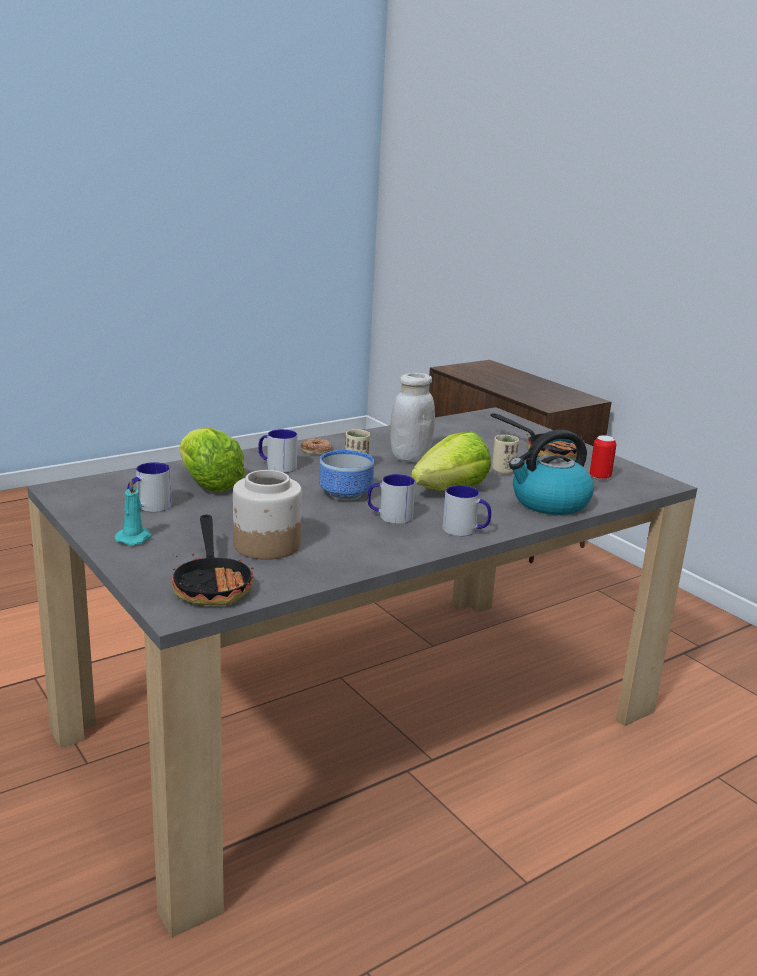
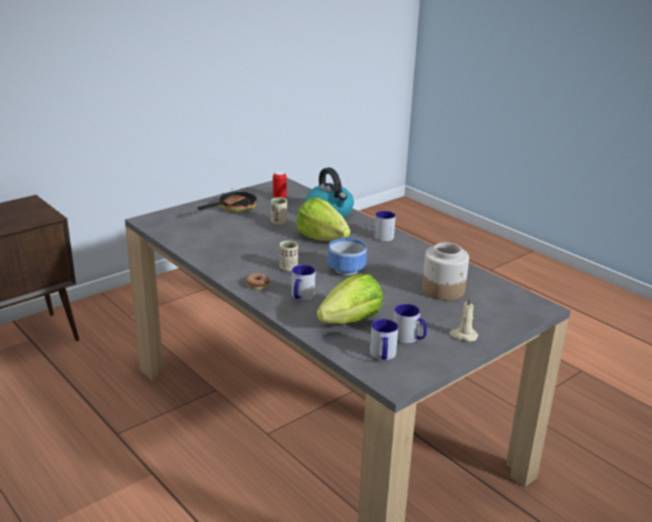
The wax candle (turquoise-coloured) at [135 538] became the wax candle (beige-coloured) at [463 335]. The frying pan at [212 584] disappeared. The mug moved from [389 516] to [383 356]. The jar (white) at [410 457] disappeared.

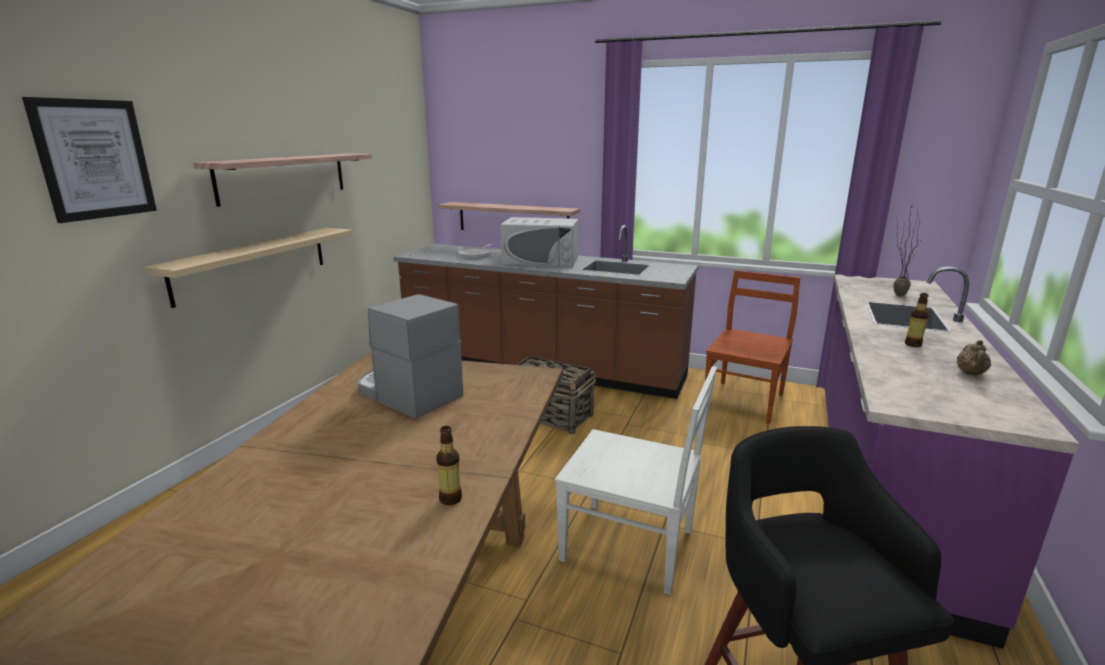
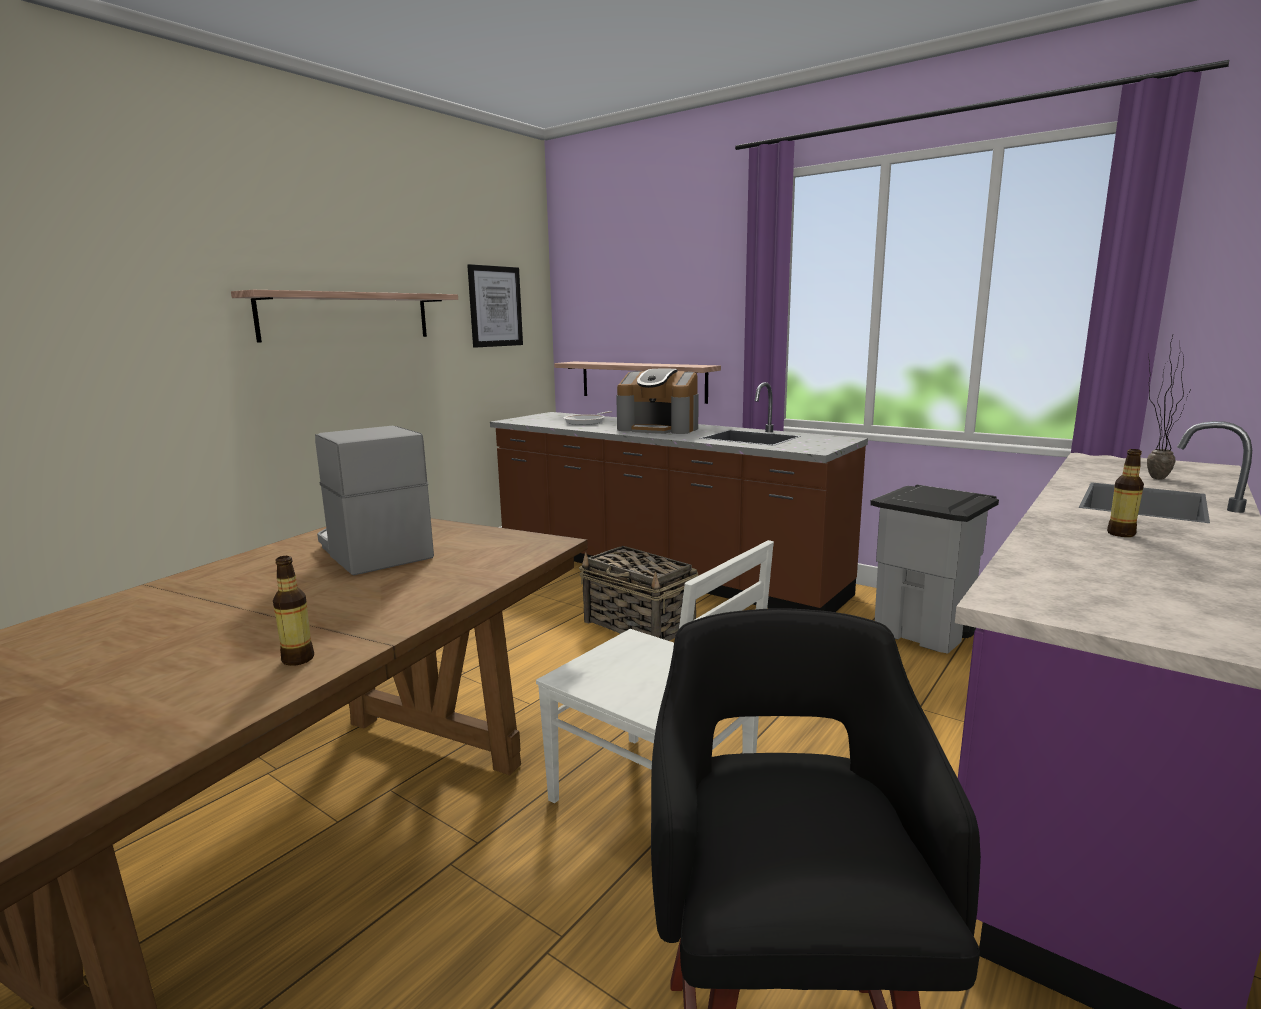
The picture moved from [94 159] to [495 306]. The wall shelf (beige-coloured) at [253 263] disappeared. The microwave (white) at [541 260] was replaced by the coffee brewer at [659 428]. The chair (brown-coloured) at [744 400] was replaced by the waste bin (gray) at [925 632]. The tea pot (beige-coloured) at [970 374] disappeared.

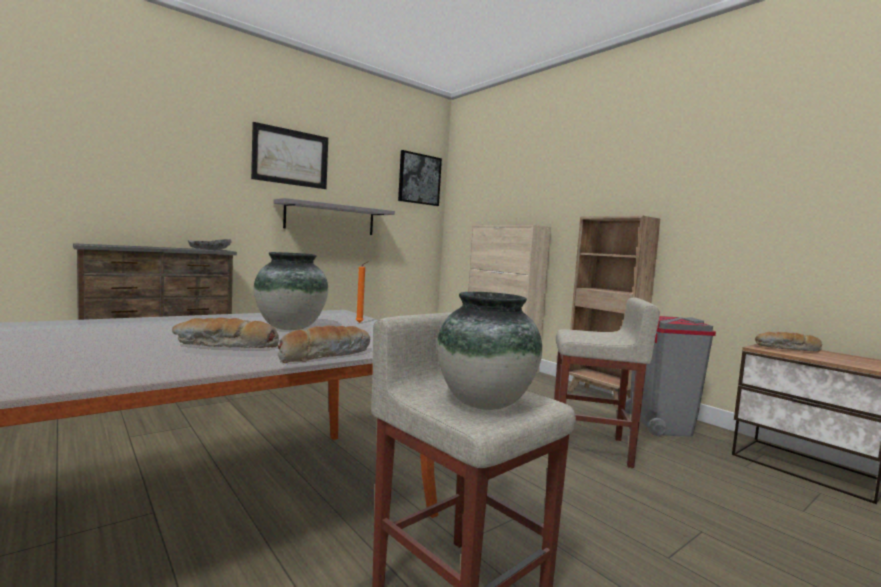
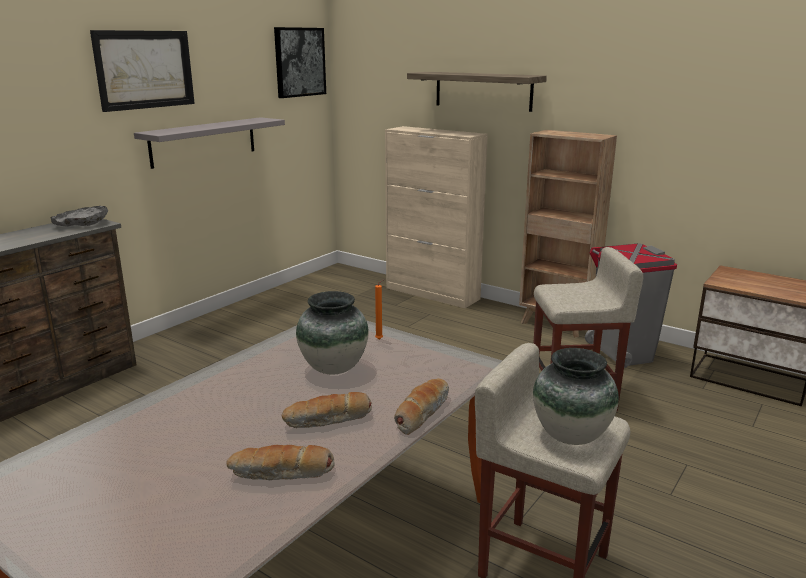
The bread moved from [787 349] to [281 473]. The wall shelf at [483 91] appeared.

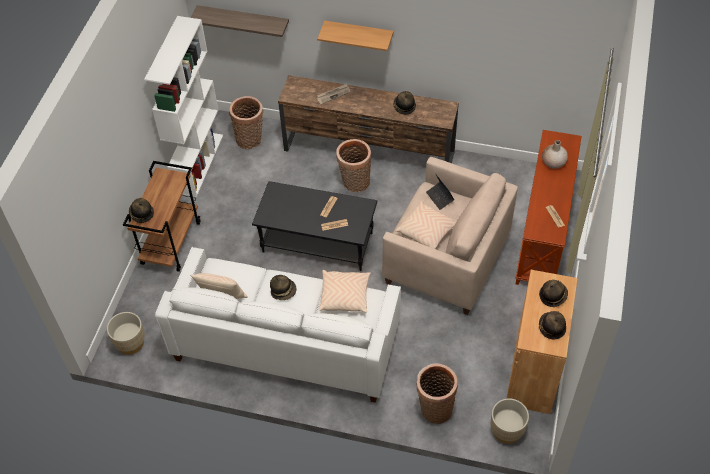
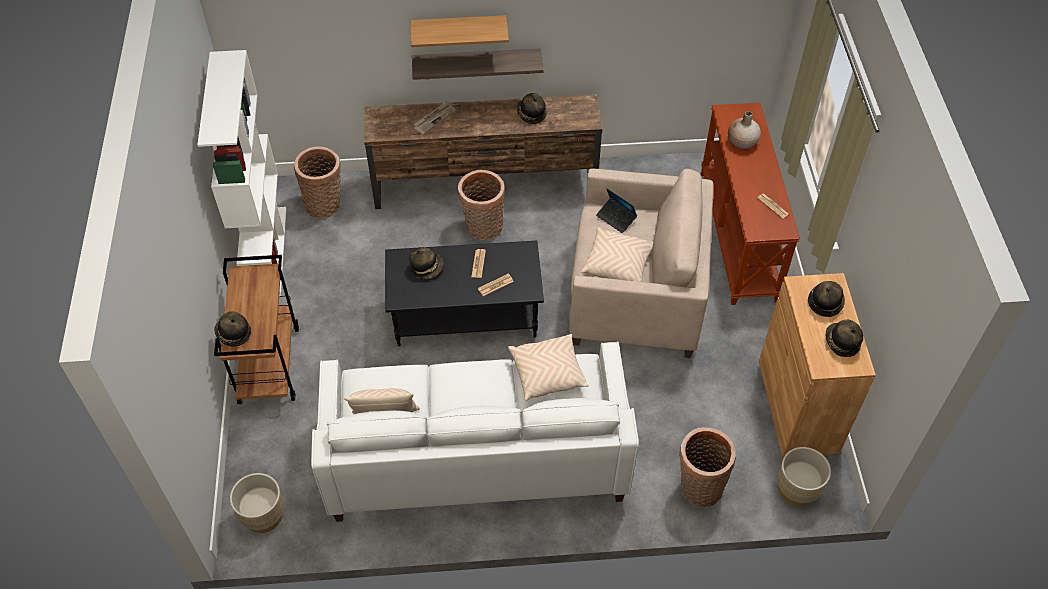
The wall shelf moved from [243 21] to [477 63]. The clothing hat moved from [283 291] to [427 268].

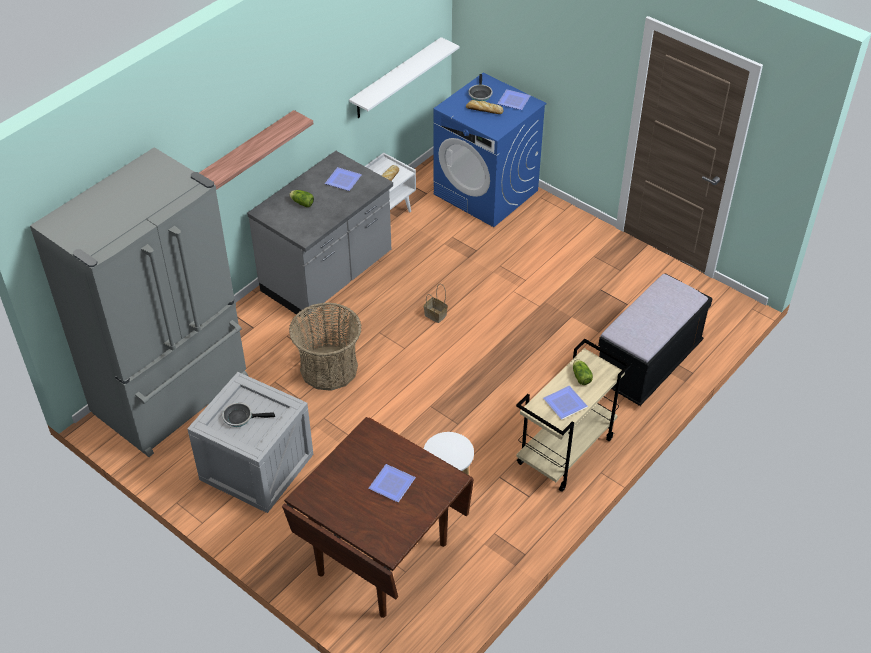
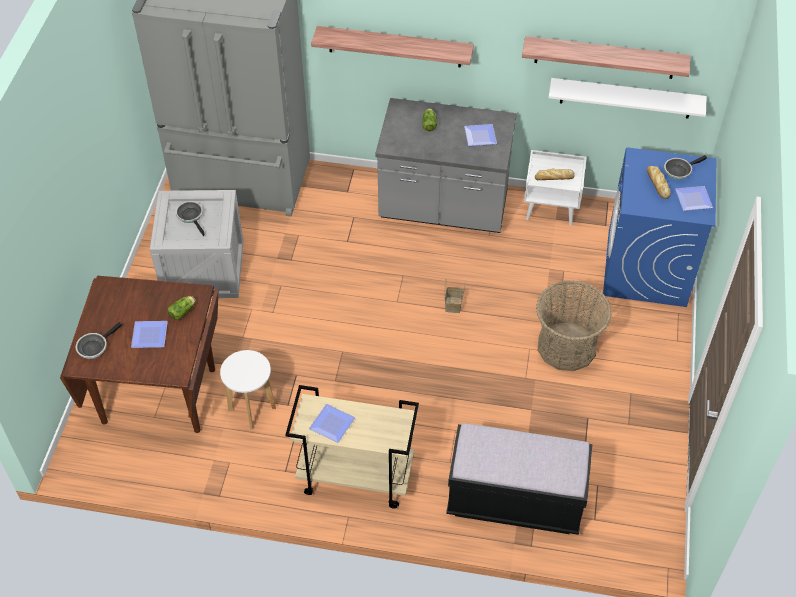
The storage basket moved from [328 368] to [566 346]. The head of lettuce moved from [580 376] to [183 311]. The frying pan at [94 347] appeared. The wall shelf at [605 57] appeared.

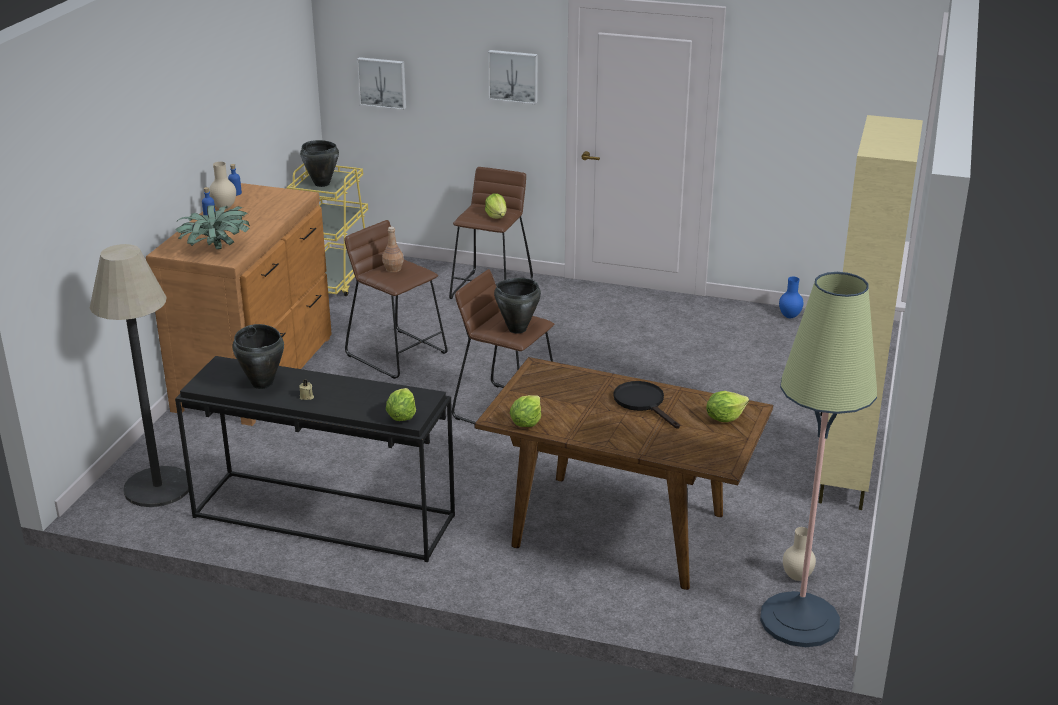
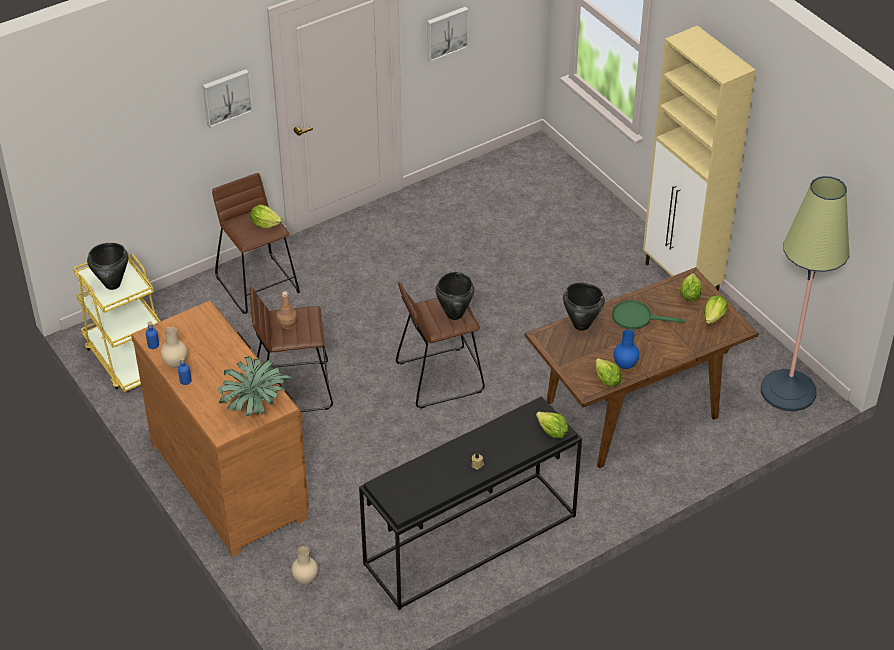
The floor lamp at [158 487] disappeared. The cooking pot (black-coloured) moved from [262 383] to [581 324]. The picture moved from [382 82] to [446 32]. The frying pan (black-coloured) at [643 403] became the frying pan (green-coloured) at [637 318]. The flower vase (blue-coloured) moved from [789 316] to [625 366]. The flower vase (beige-coloured) moved from [796 576] to [305 579]. The head of lettuce at [714 317] appeared.

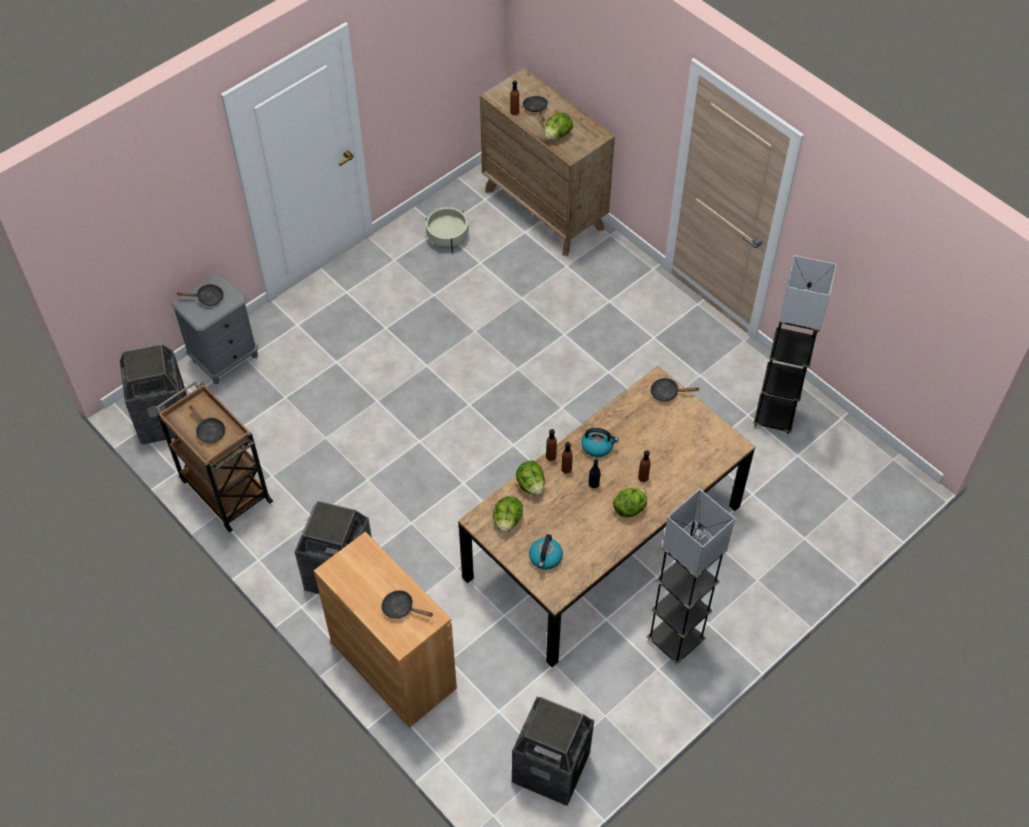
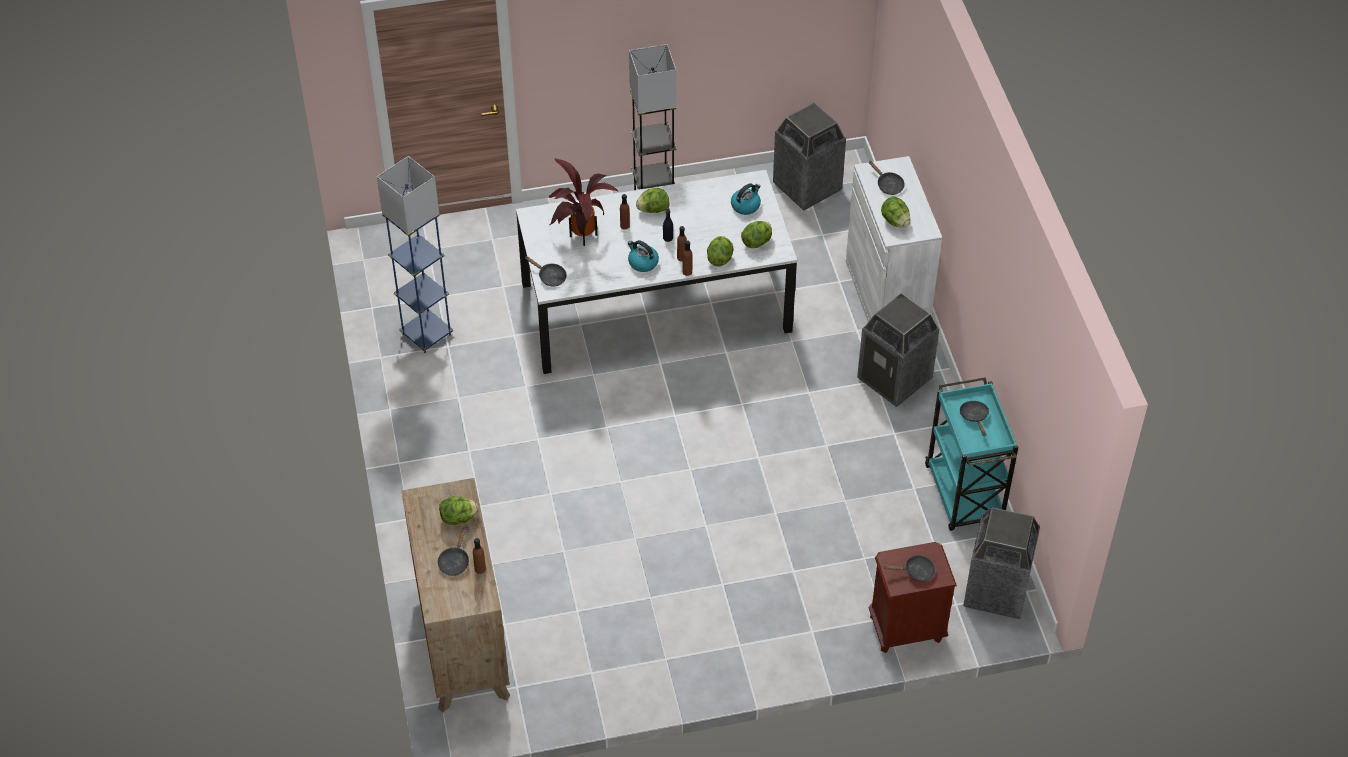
The trolley (brown-coloured) at [224 489] became the trolley (turquoise-coloured) at [964 495]. The nightstand (gray) at [225 358] became the nightstand (brown-coloured) at [905 628]. The frying pan (black-coloured) at [207 298] turned 150 degrees clockwise. The cupboard (brown-coloured) at [393 665] became the cupboard (white) at [886 297]. The flower pot (beige-coloured) at [447 237] disappeared. The dinner table (brown-coloured) at [603 540] became the dinner table (white) at [655 307]. The floor lamp (gray) at [774 416] became the floor lamp (blue-coloured) at [426 334]. The houseplant at [580 236] appeared. The head of lettuce at [895 221] appeared.

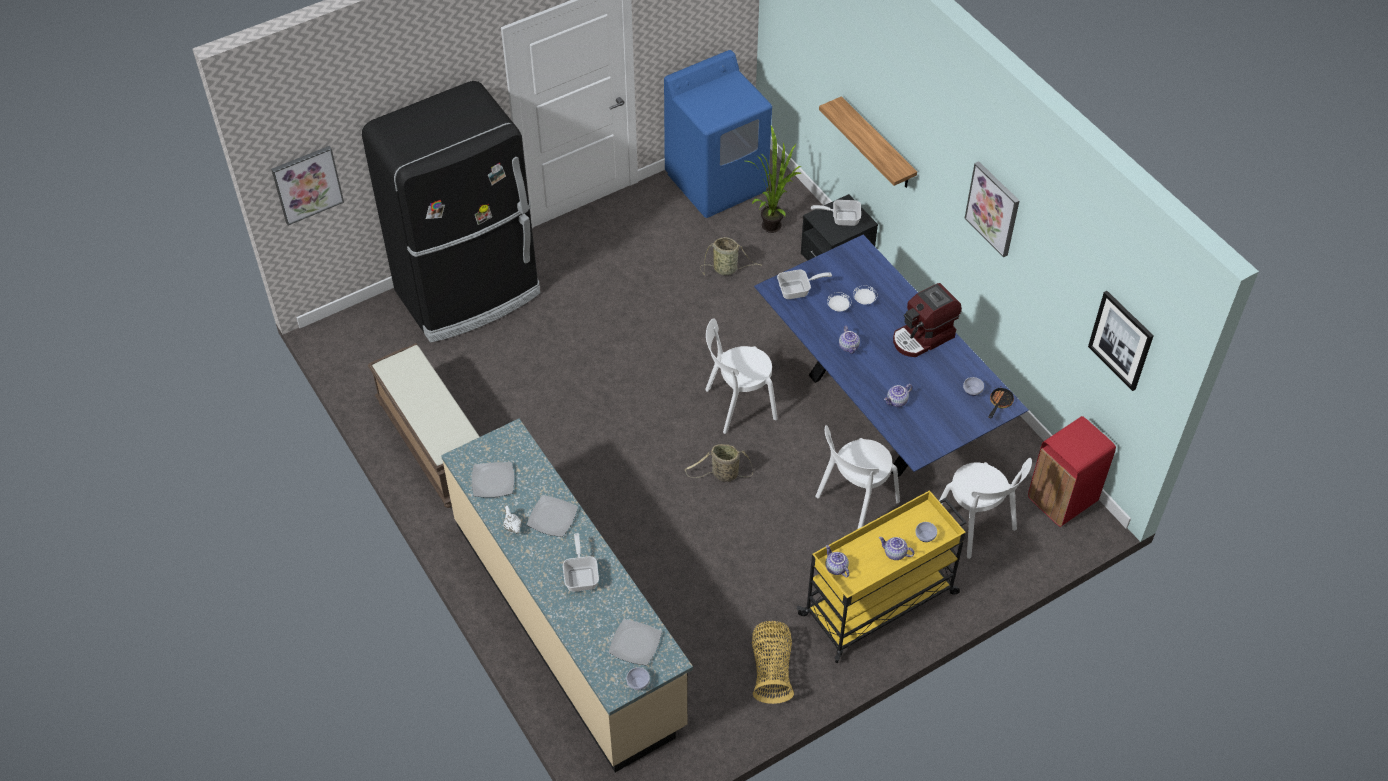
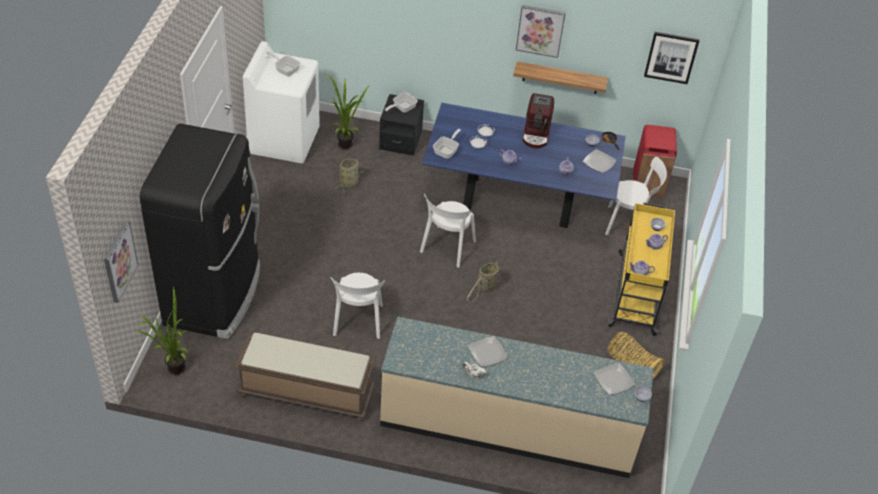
The dinner plate moved from [493 480] to [599 162]. The frying pan moved from [581 575] to [285 69]. The laundry machine (blue-coloured) at [717 182] became the laundry machine (white) at [284 140]. The chair (white) moved from [854 501] to [357 322]. The wall shelf moved from [877 144] to [560 78]. The houseplant at [172 369] appeared.

